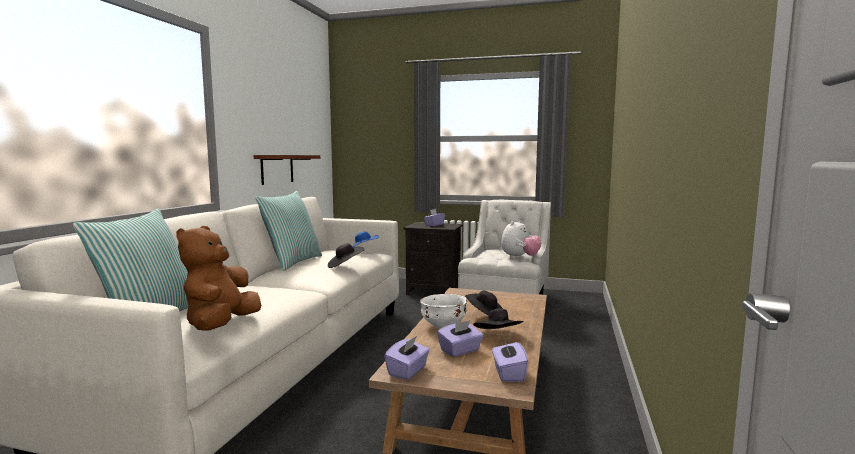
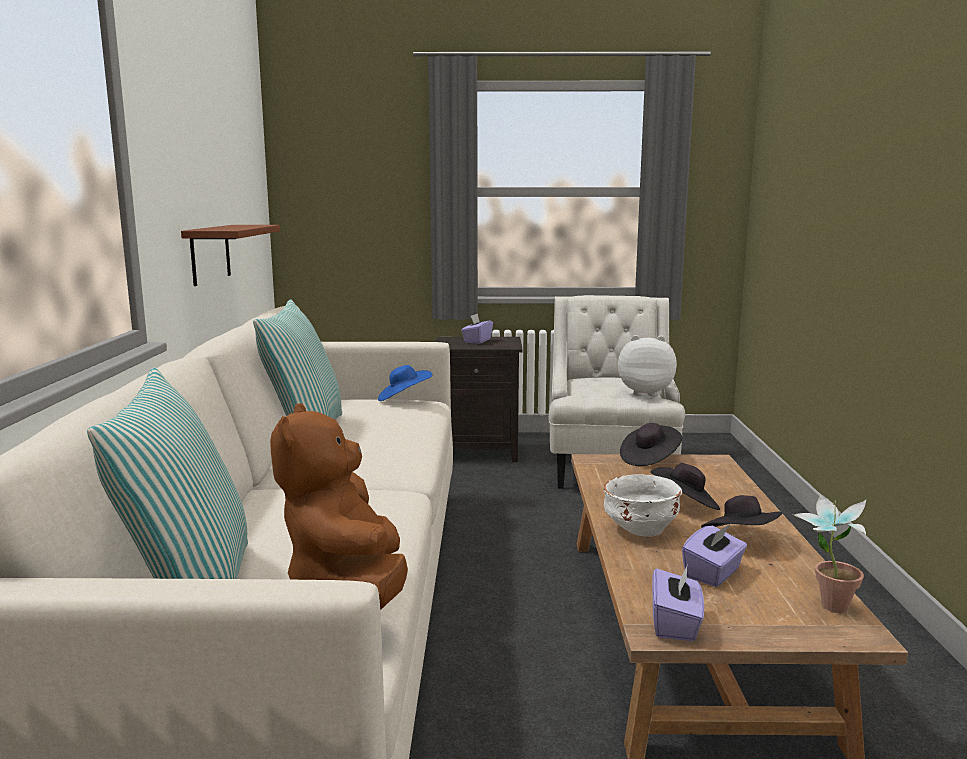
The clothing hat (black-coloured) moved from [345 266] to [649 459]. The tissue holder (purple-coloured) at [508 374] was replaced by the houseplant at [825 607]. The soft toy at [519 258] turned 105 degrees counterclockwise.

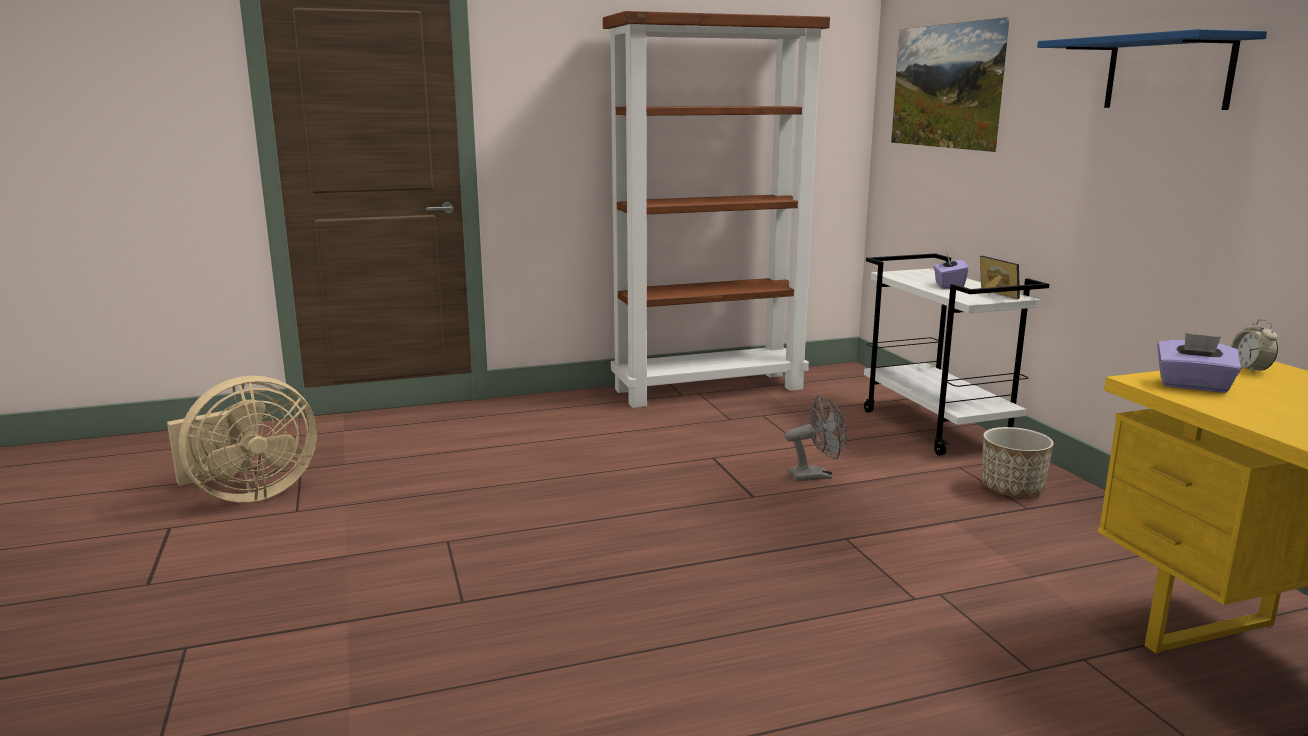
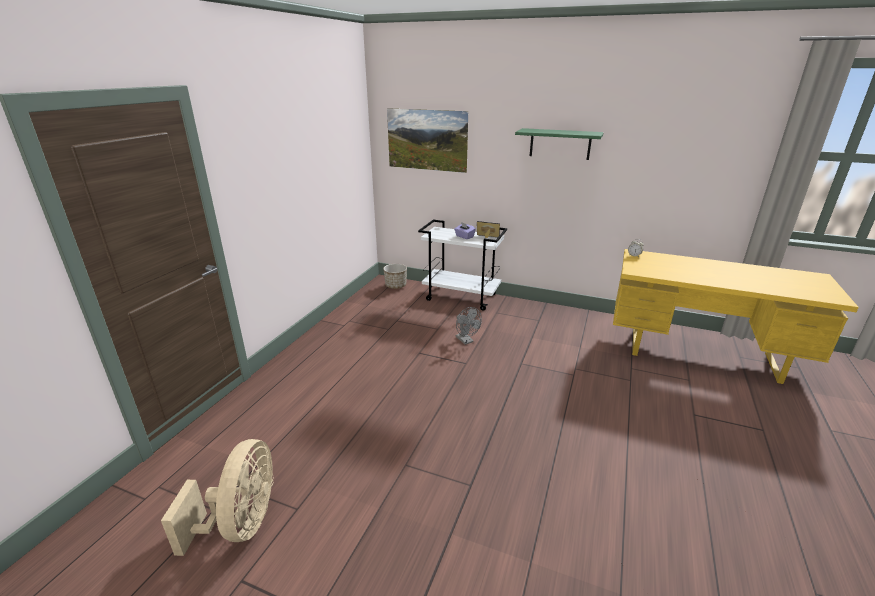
The bookcase (brown-coloured) at [709 389] disappeared. The electric fan (gray) at [816 475] turned 120 degrees clockwise. The flower pot moved from [1011 489] to [395 286]. The wall shelf (blue-coloured) at [1168 73] became the wall shelf (green-coloured) at [560 144]. The tissue holder (purple-coloured) at [1193 386] disappeared.

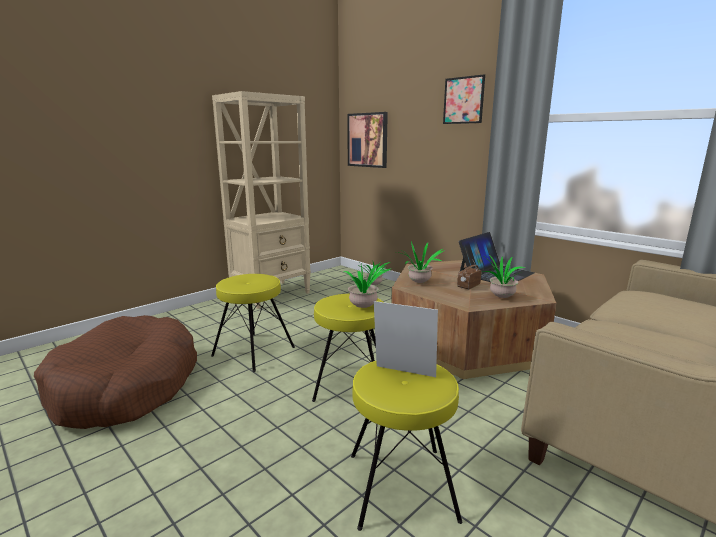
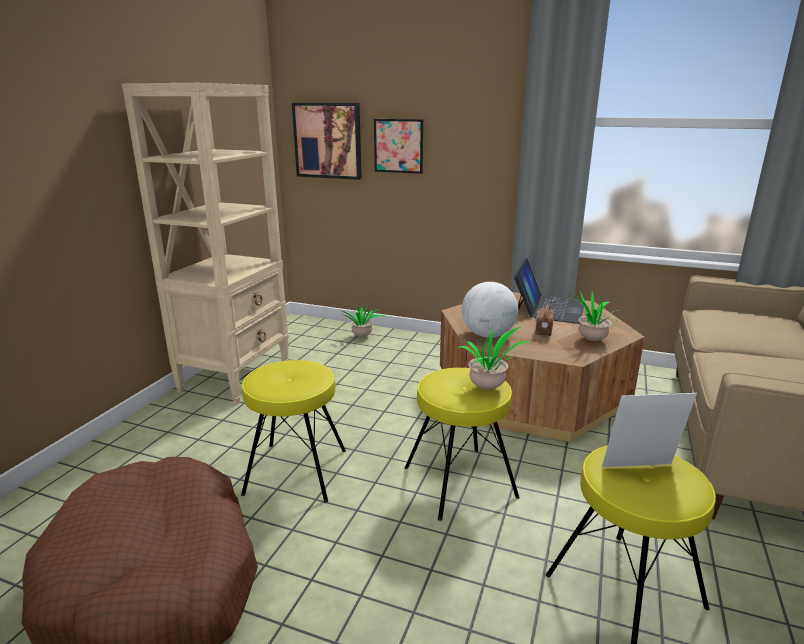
The houseplant at [419 282] was replaced by the world globe at [488 335]. The picture moved from [463 100] to [398 146].

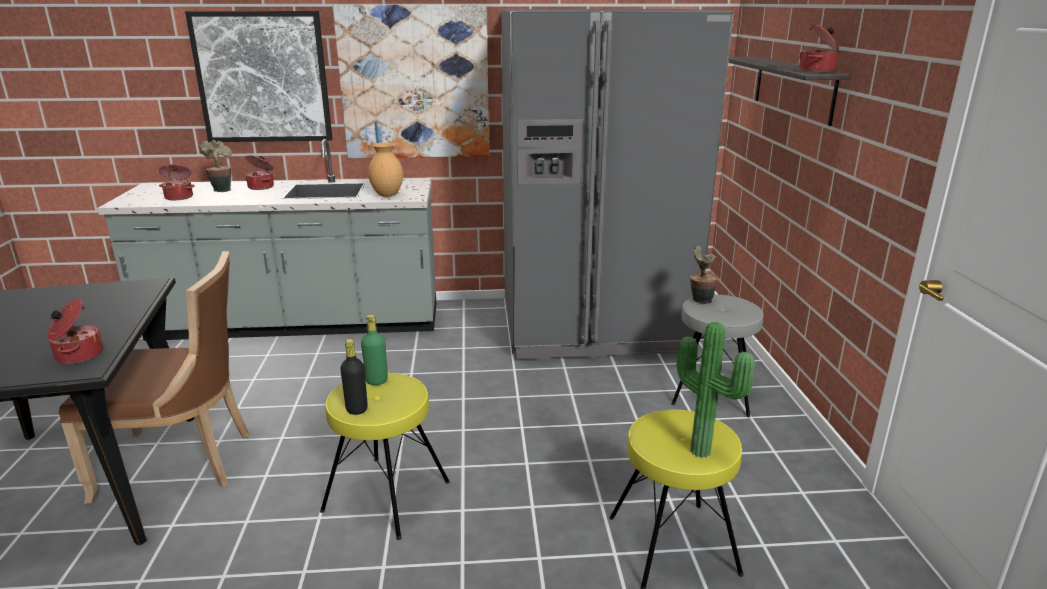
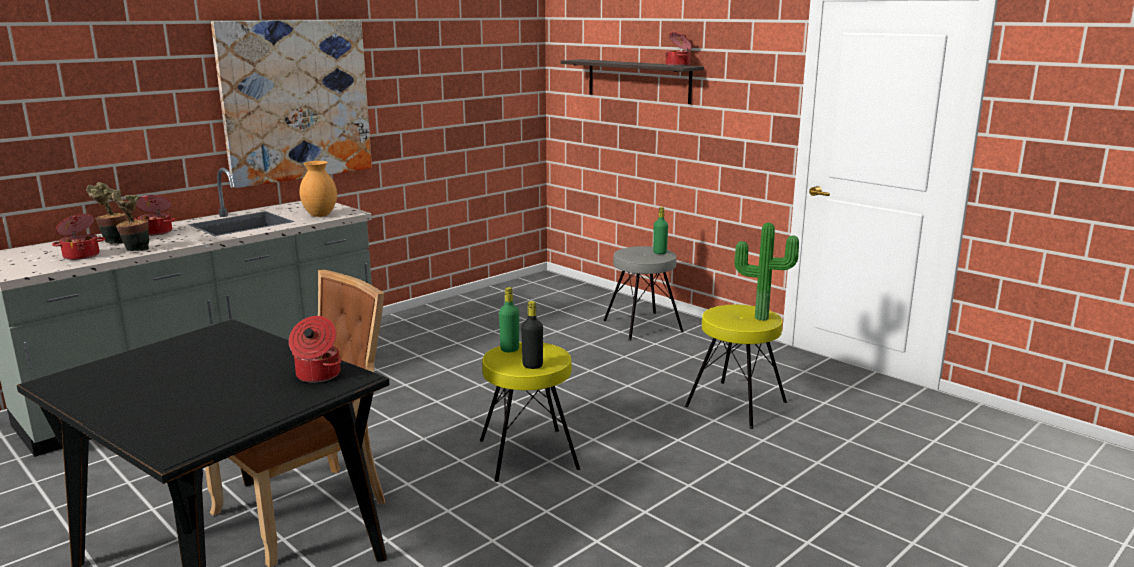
The picture at [262 77] disappeared. The fridge (gray) at [592 325] disappeared. The houseplant moved from [699 301] to [135 250]. The bottle (green-coloured) at [659 252] appeared.

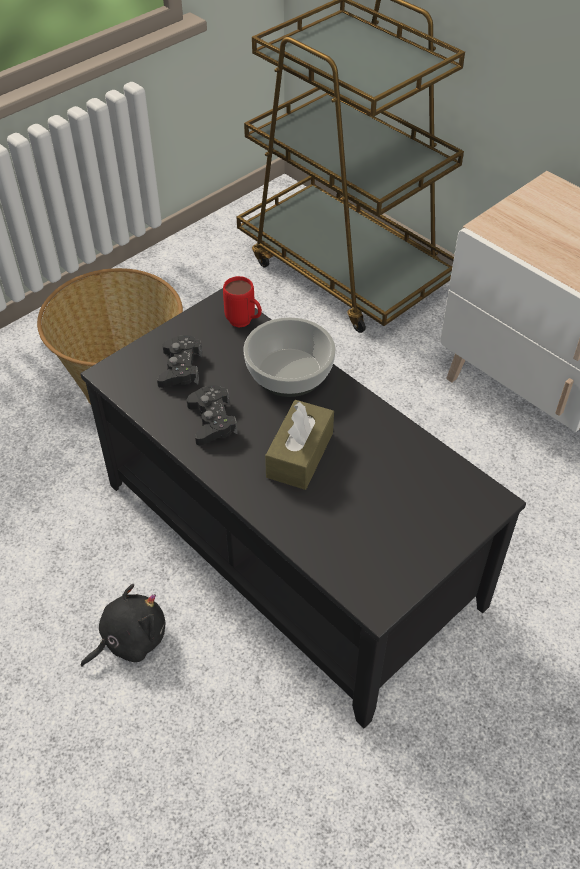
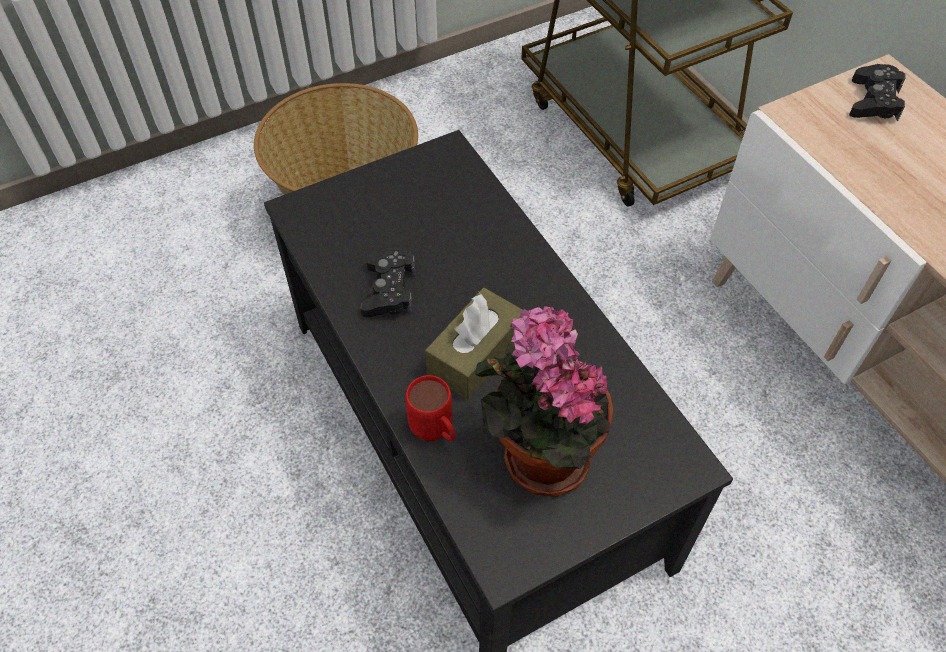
The soft toy (black-coloured) at [130 639] disappeared. The gamepad (black-coloured) moved from [180 368] to [873 101]. The mug (red) moved from [244 323] to [436 434]. The bowl at [288 372] disappeared. The houseplant at [538 456] appeared.

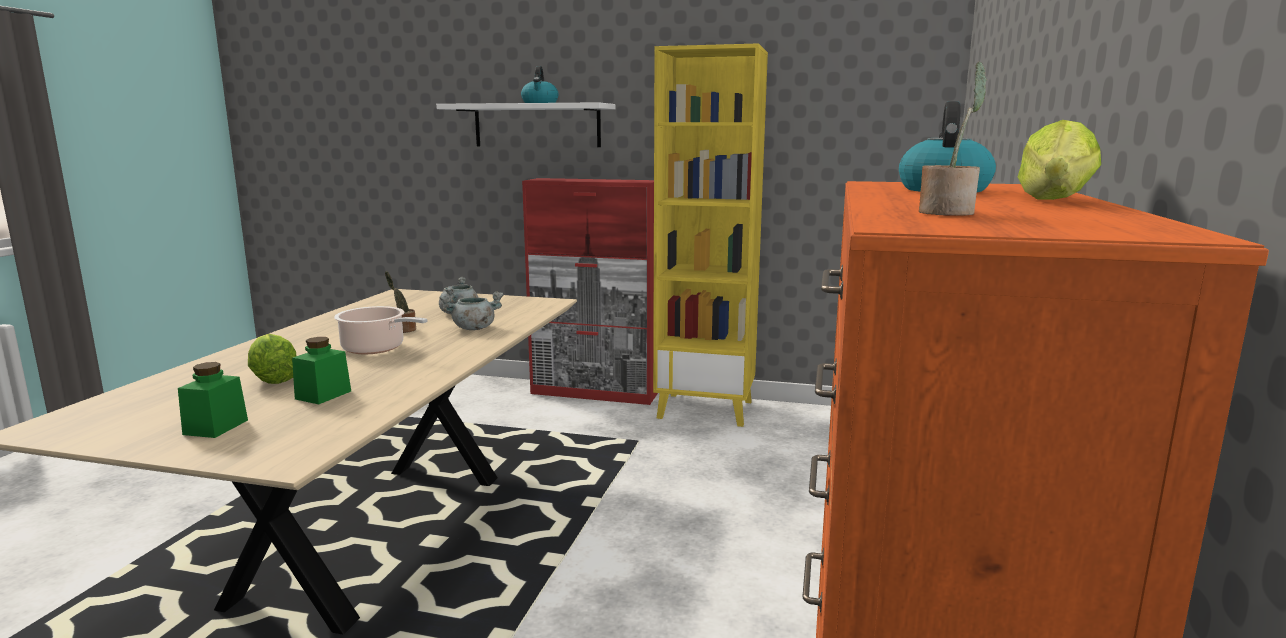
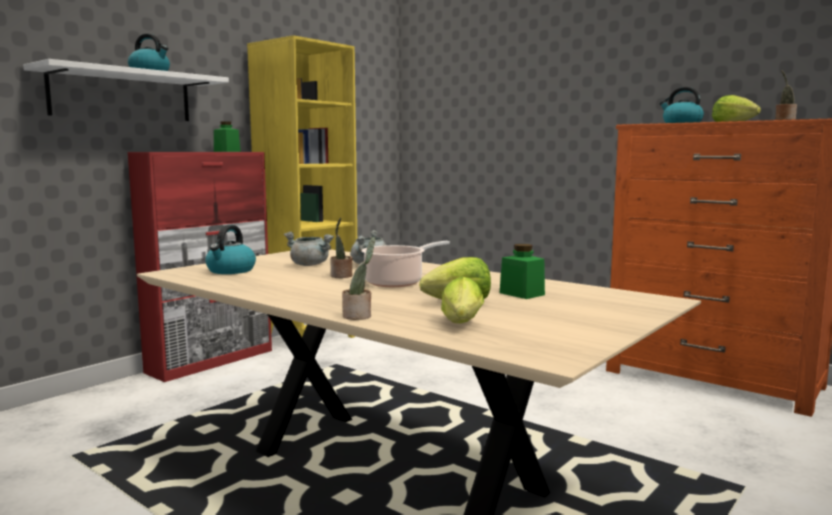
The jar (green-coloured) moved from [216 427] to [227 151]. The tea kettle at [231 271] appeared. The houseplant at [359 316] appeared. The head of lettuce at [462 324] appeared.

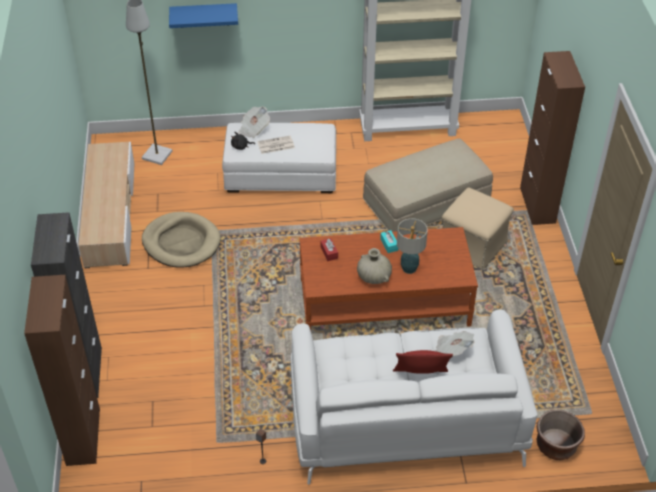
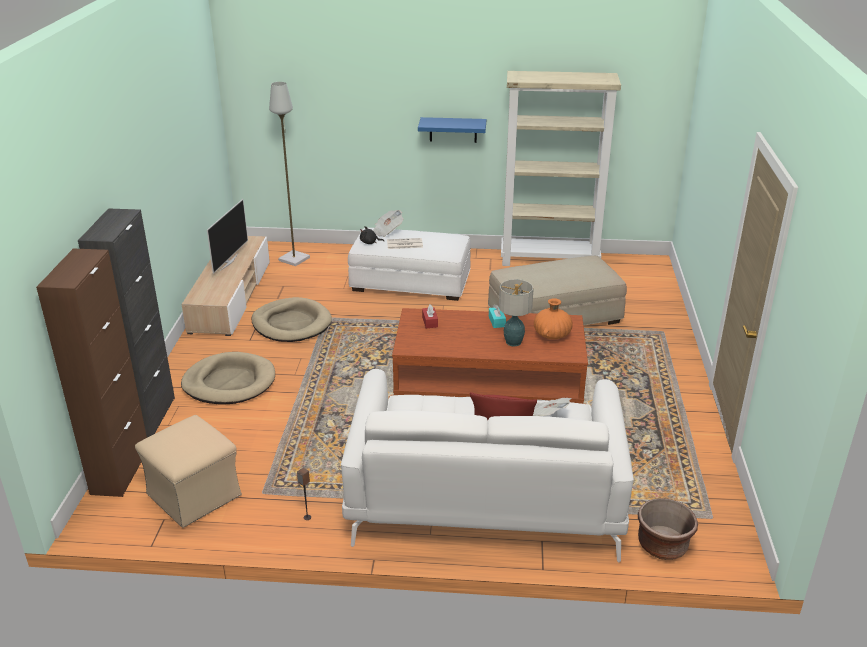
The wall shelf (blue-coloured) moved from [204 15] to [453 130]. The flower vase (beige-coloured) at [373 277] disappeared. The pouffe (beige-coloured) moved from [472 245] to [193 494]. The cupboard (brown-coloured) at [537 205] disappeared. The dog cushion (beige-coloured) at [229 382] appeared. The television at [228 262] appeared. The flower vase (orange-coloured) at [551 335] appeared.

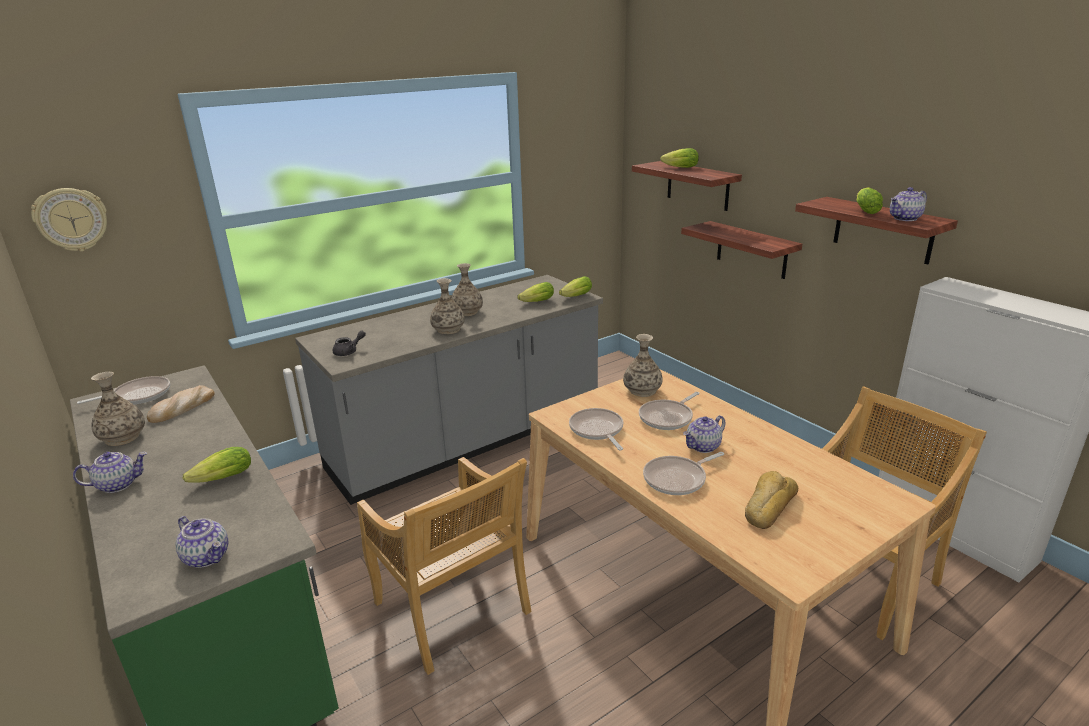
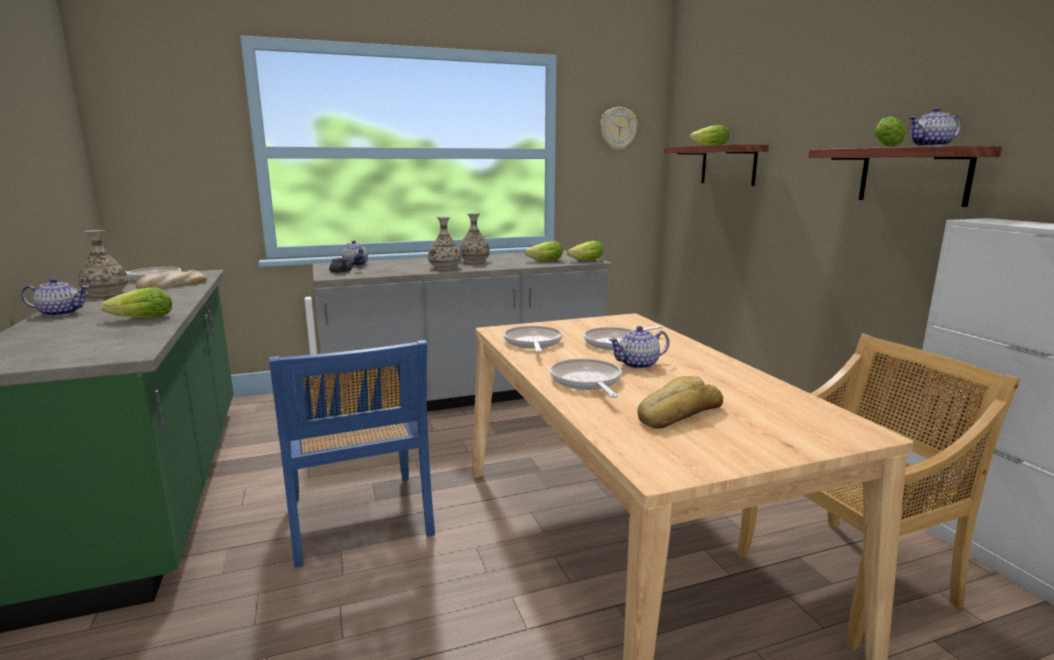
The wall clock moved from [71 219] to [617 128]. The tea pot moved from [207 557] to [356 264]. The chair (beige-coloured) at [453 610] became the chair (blue-coloured) at [359 519]. The flower vase at [642 390] disappeared. The frying pan at [677 479] turned 90 degrees clockwise. The wall shelf at [751 250] disappeared.

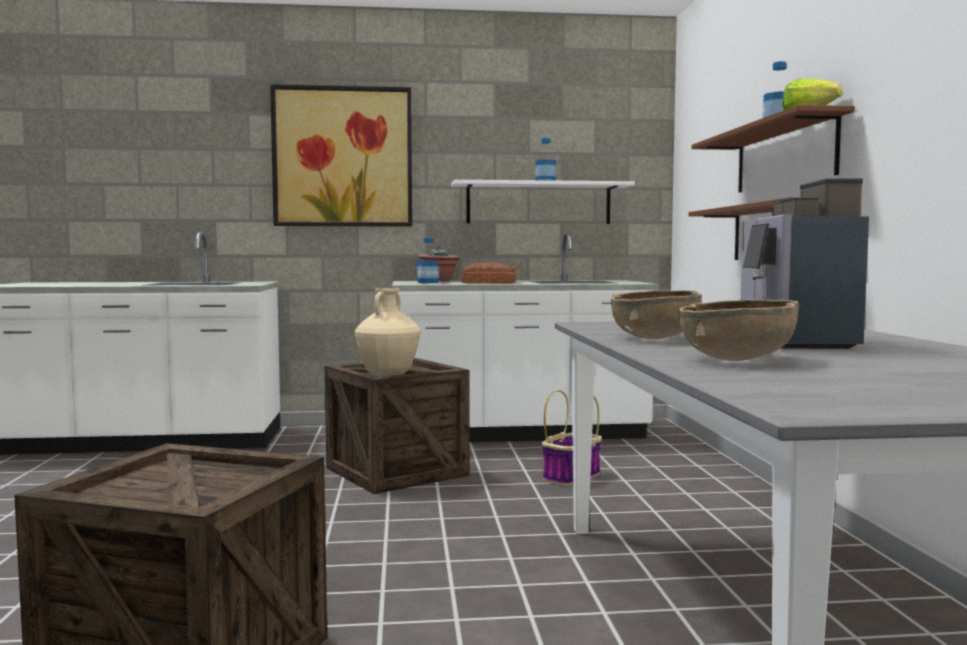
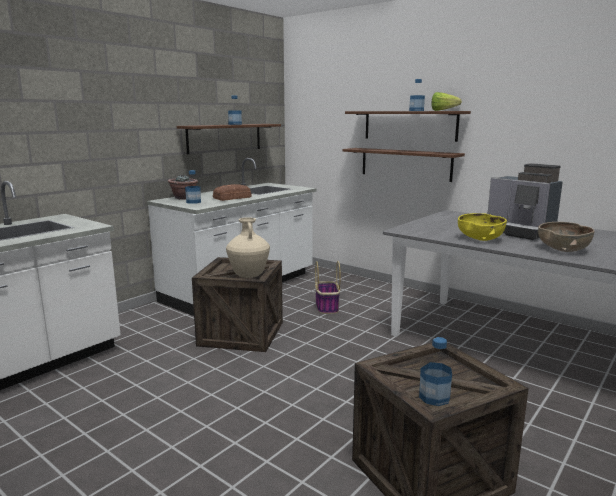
The picture at [342 157] disappeared. The wall shelf (white) at [538 203] became the wall shelf (brown-coloured) at [225 138]. The bowl (brown-coloured) at [655 338] became the bowl (yellow-coloured) at [480 239]. The bottle at [434 397] appeared.

